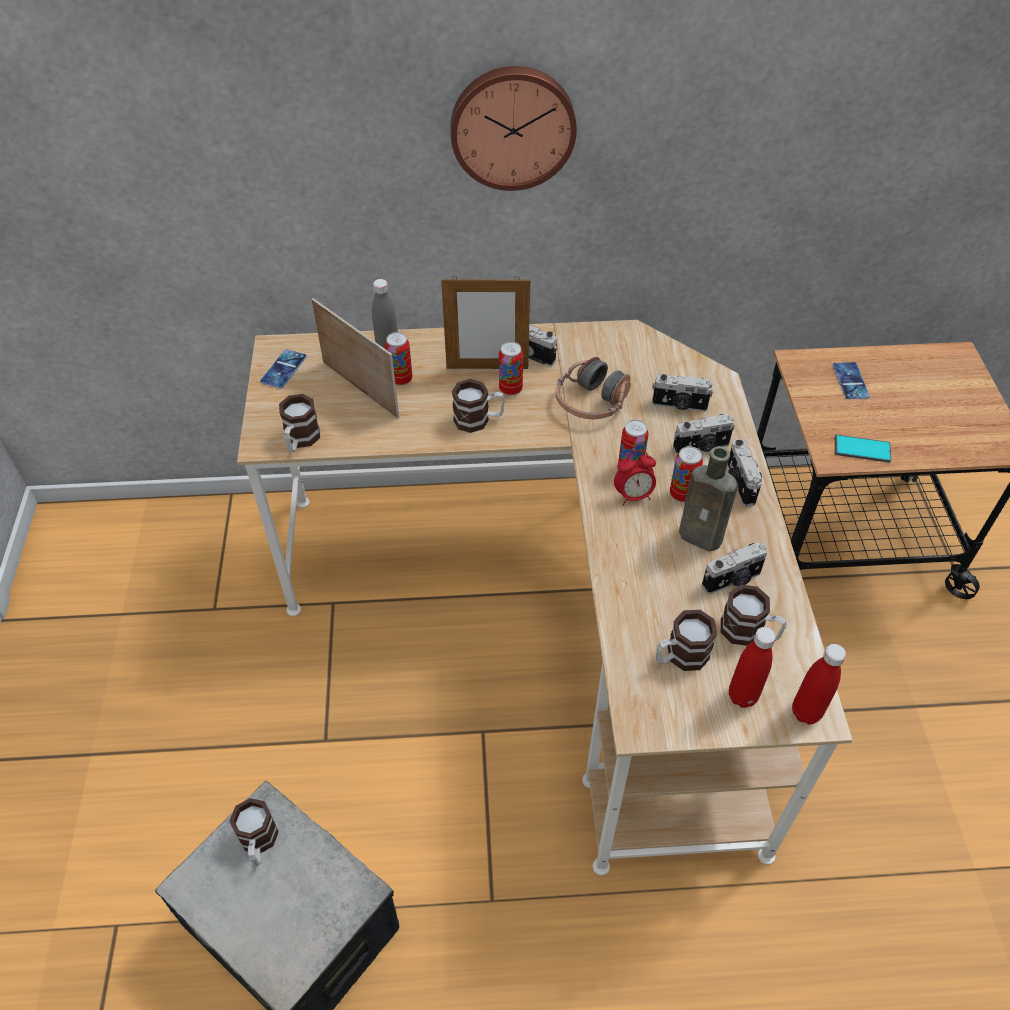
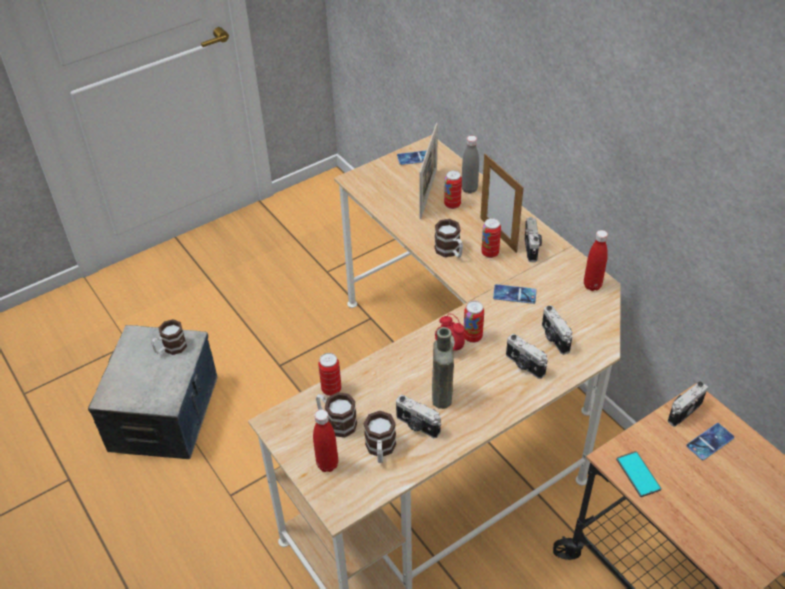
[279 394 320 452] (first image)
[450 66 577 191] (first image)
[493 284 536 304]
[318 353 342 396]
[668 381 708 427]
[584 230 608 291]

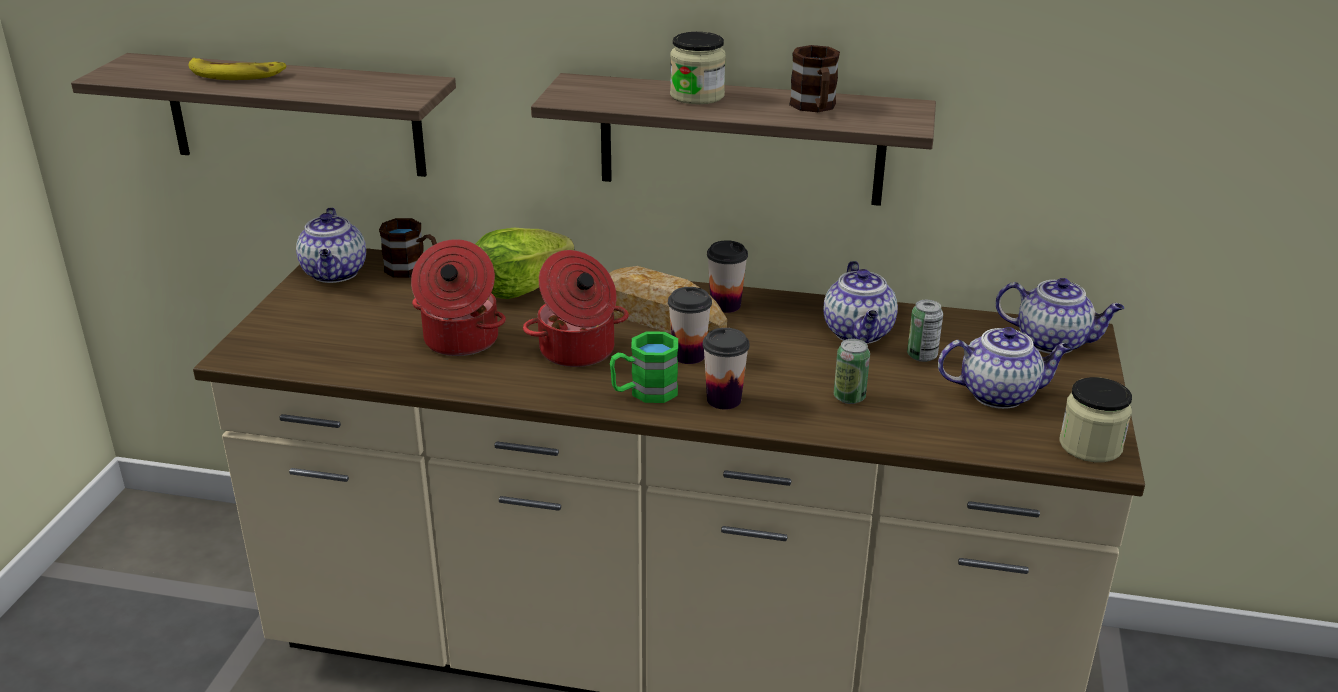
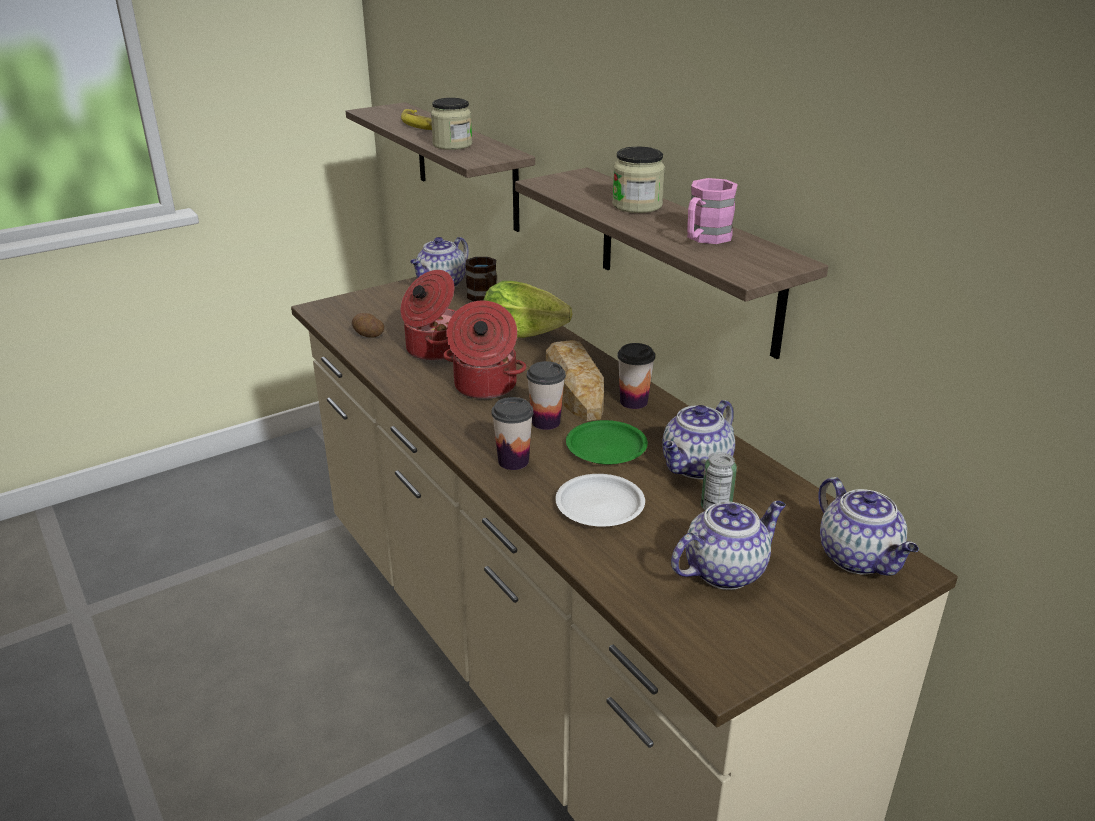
[610 332 678 403] (first image)
[687 178 738 244]
[555 474 645 526]
[671 501 786 590]
[431 98 472 150]
[352 313 384 338]
[566 420 648 465]

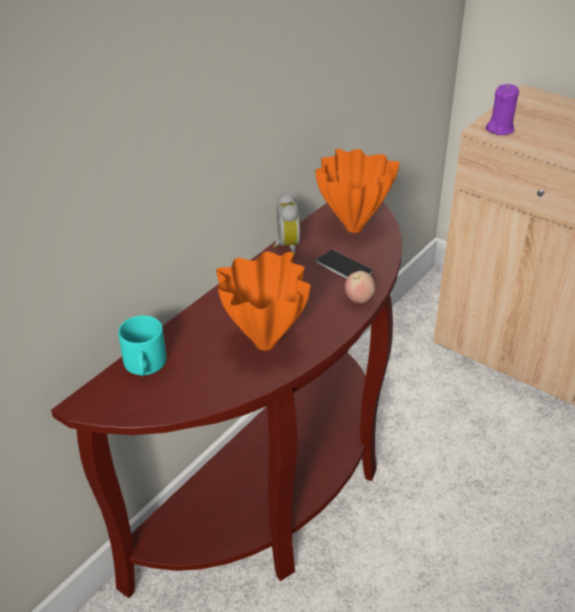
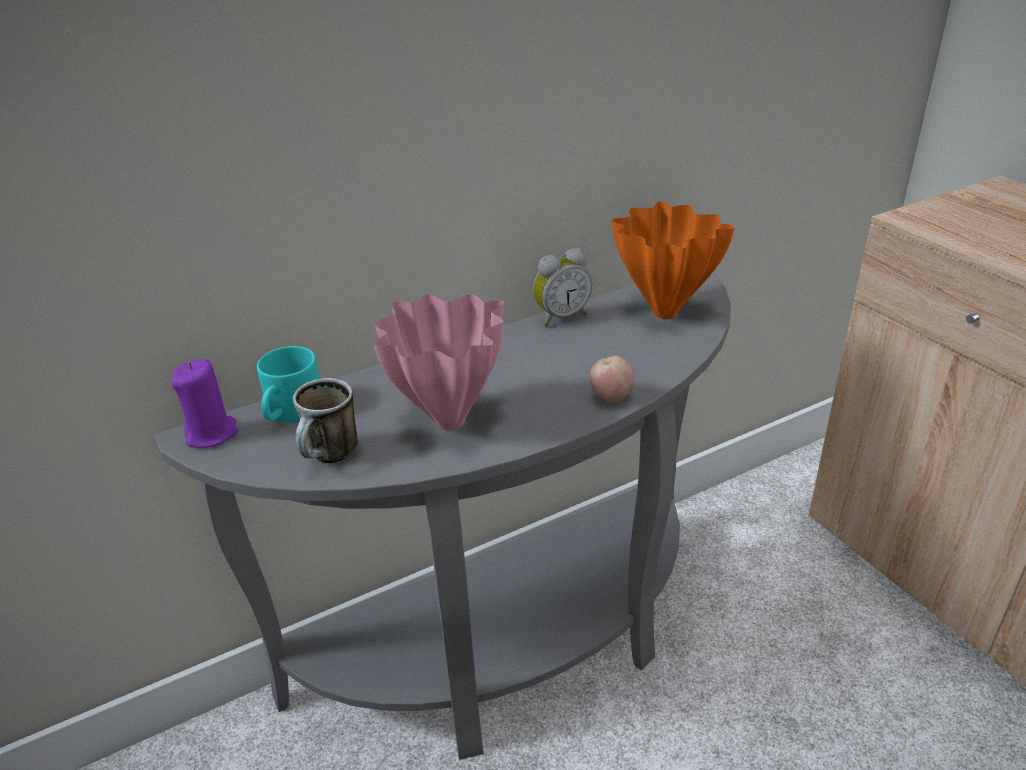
[155 271 731 759]
[373 294 504 430]
[533 248 592 327]
[316 250 373 279] (first image)
[172 359 238 448]
[293 378 358 463]

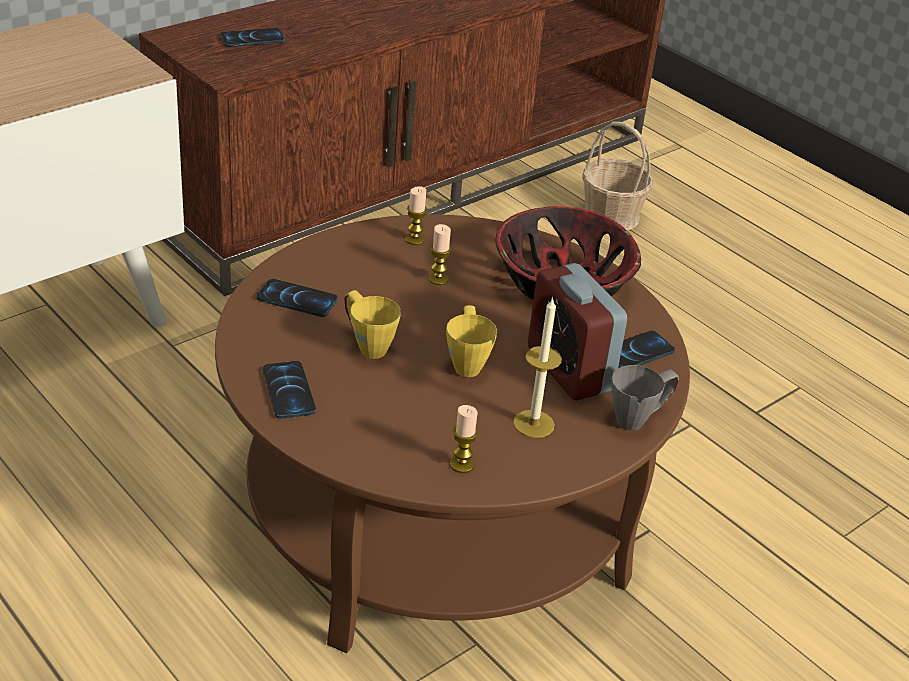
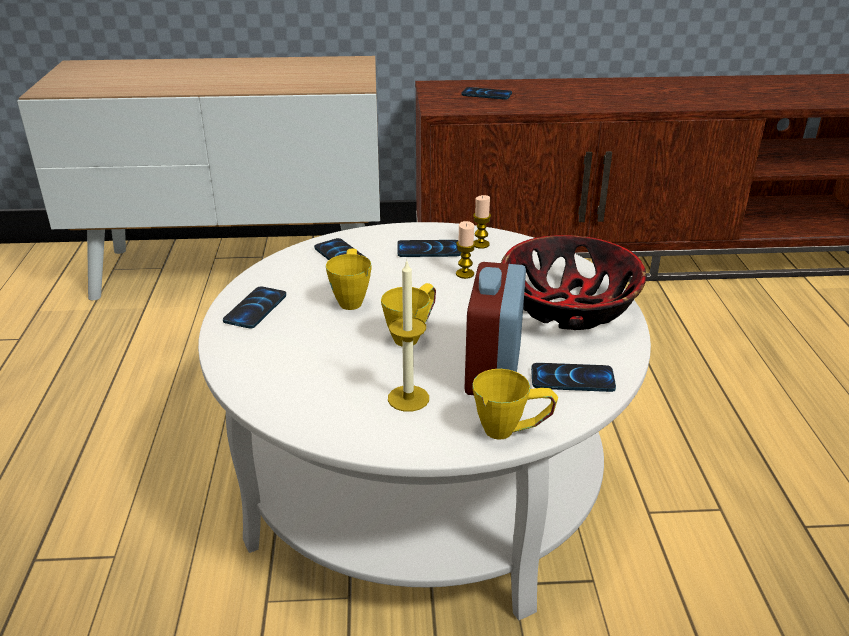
[198 222 651 620]
[450 405 478 473] (first image)
[582 122 653 230] (first image)
[472 369 558 440]
[397 240 461 257]

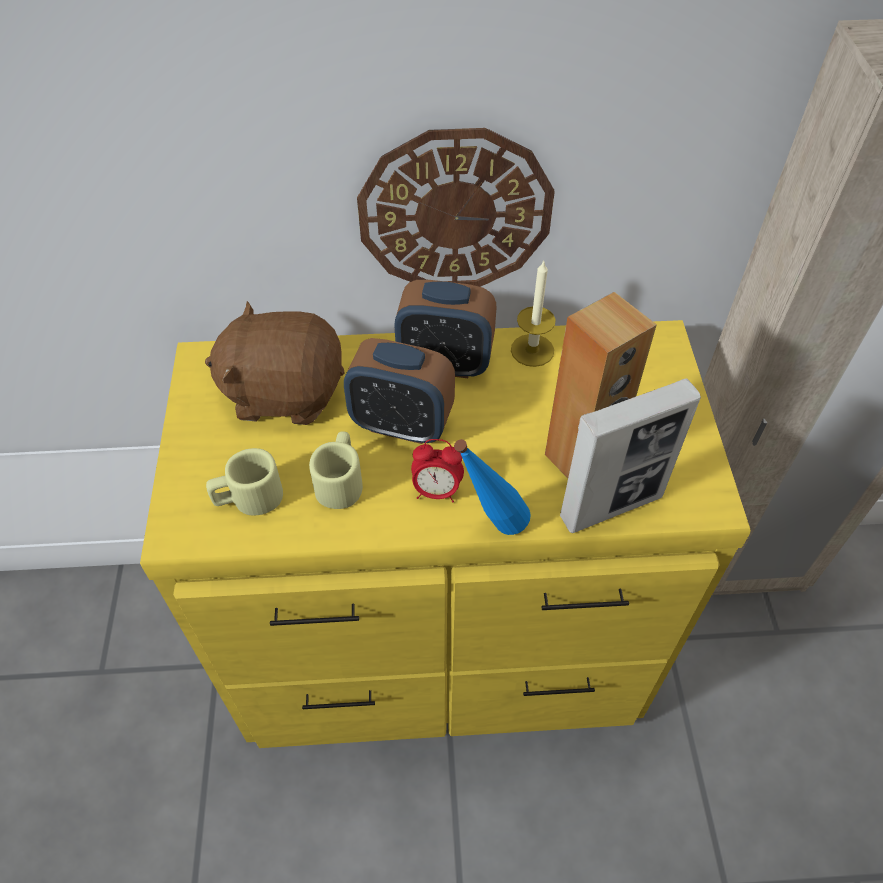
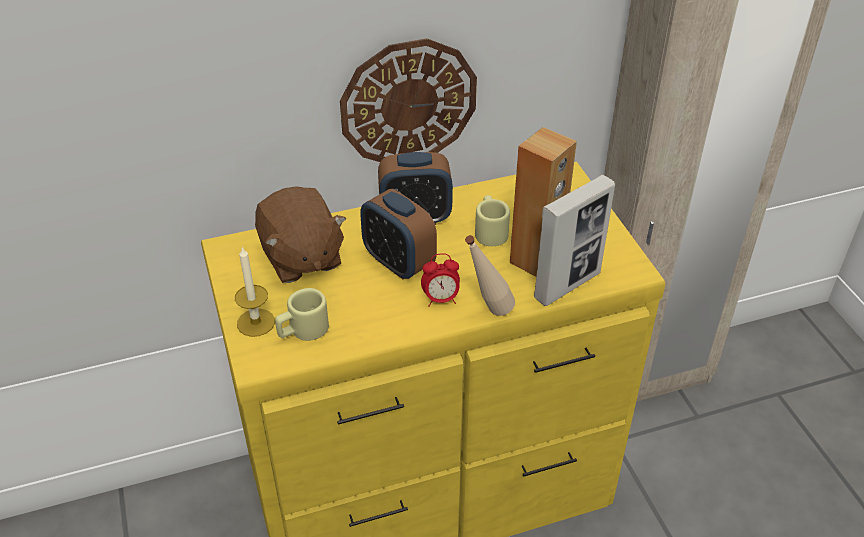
[255 186 346 283]
[475 195 510 246]
[360 189 437 279]
[465 235 515 316]
[235 246 275 337]

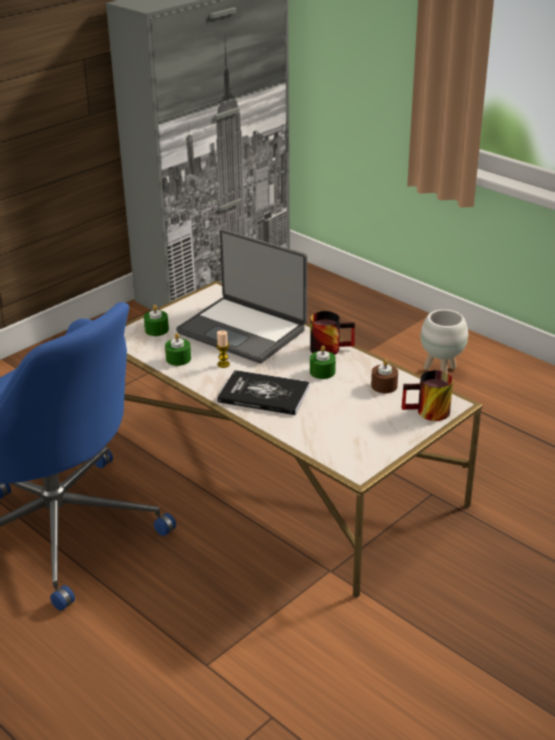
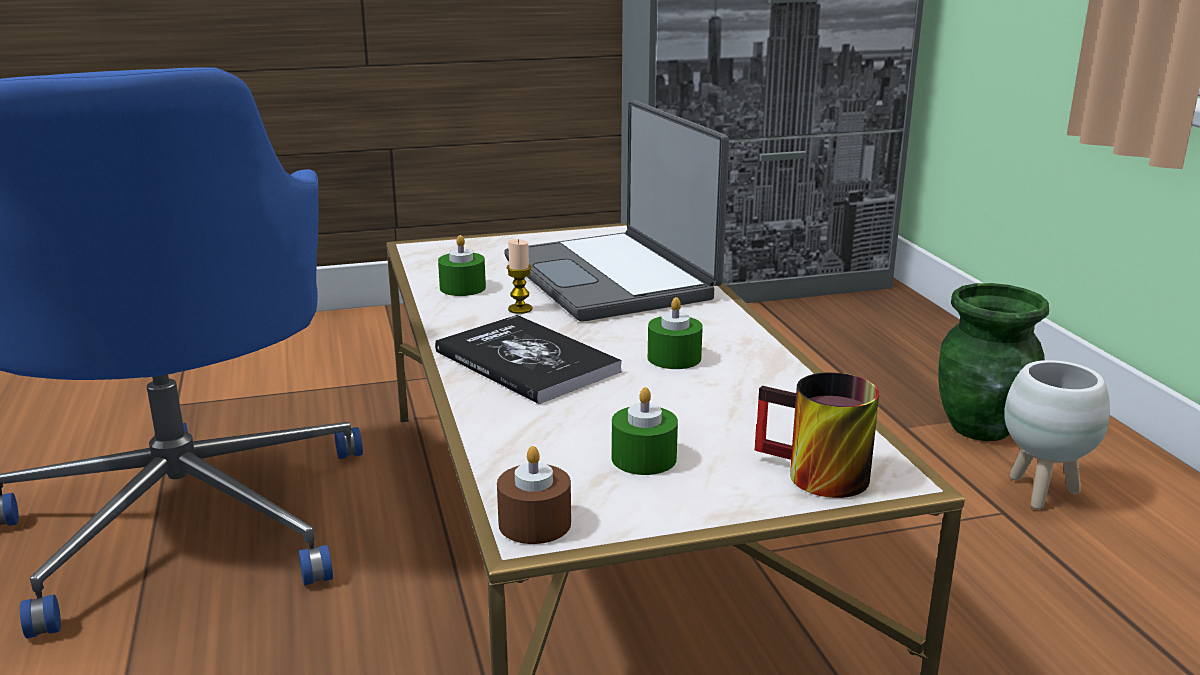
[612 387 678 475]
[310 311 355 355] (first image)
[497 446 571 544]
[938 283 1049 441]

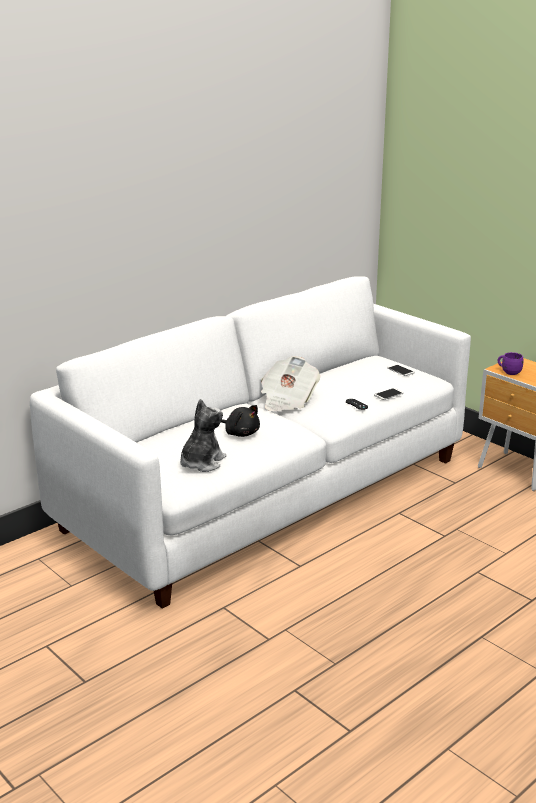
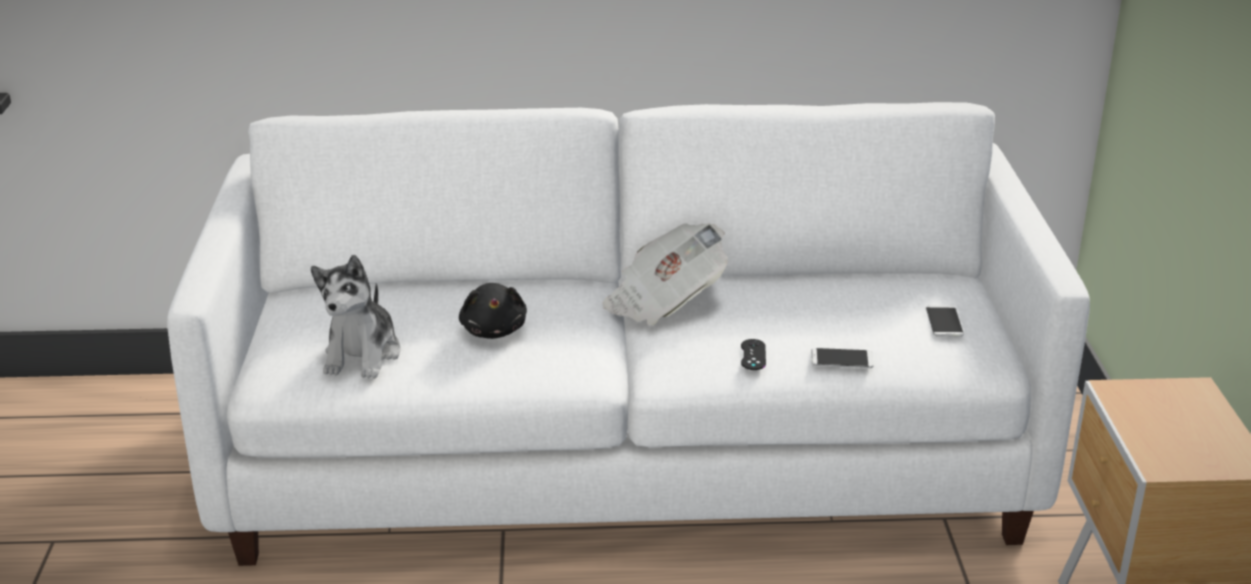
[311 255 401 379]
[498 352 523 375] (first image)

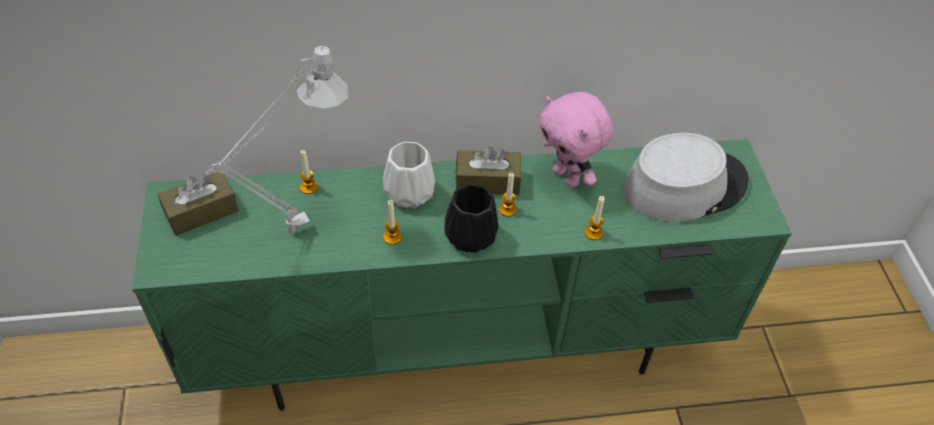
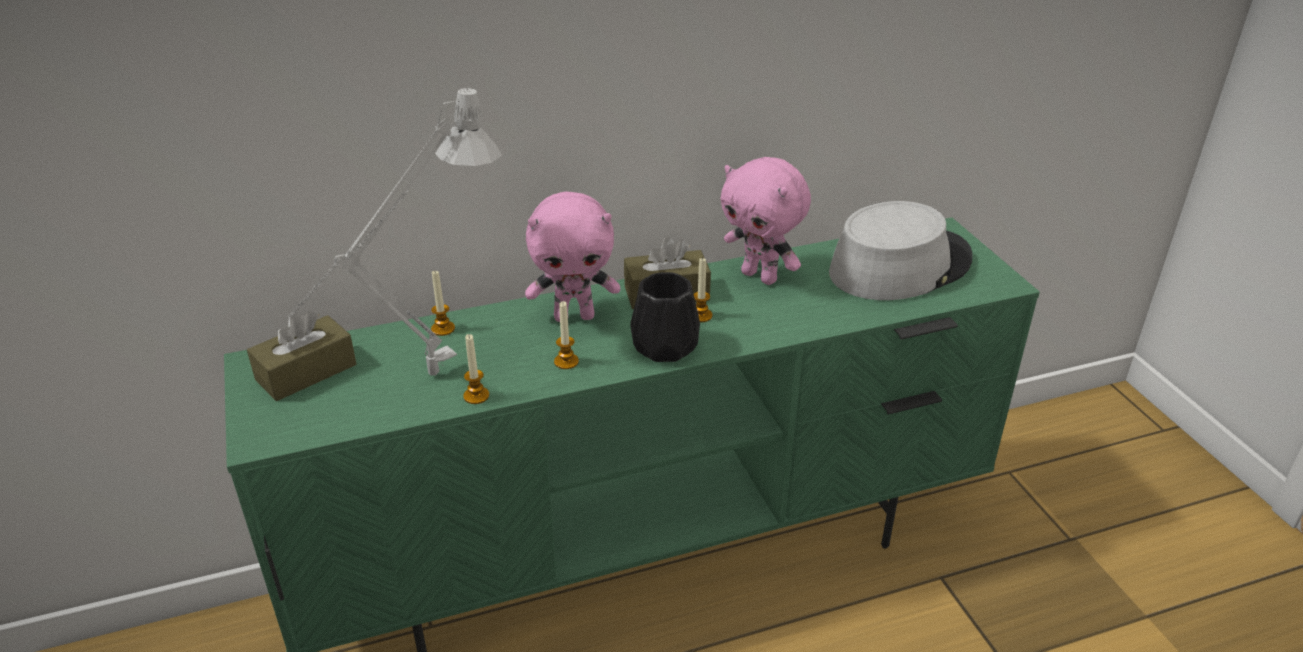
[525 192 620 322]
[463 334 489 404]

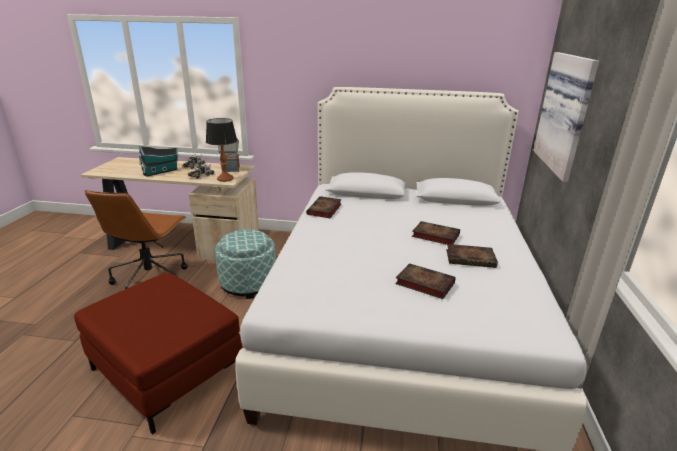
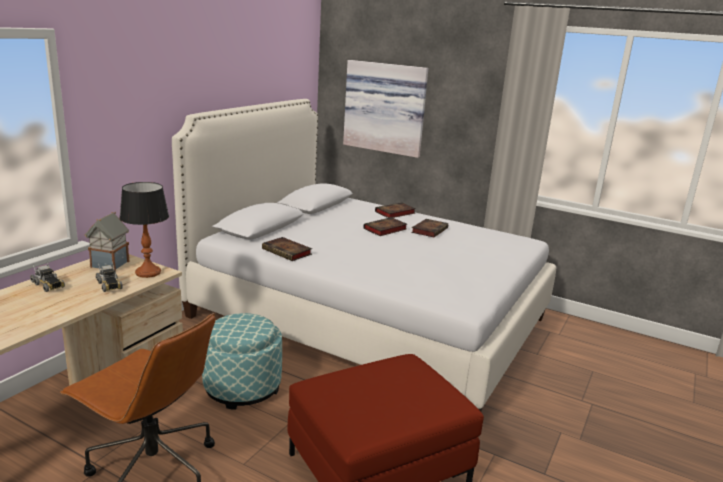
[139 146 178 177] (first image)
[375 202 416 218]

